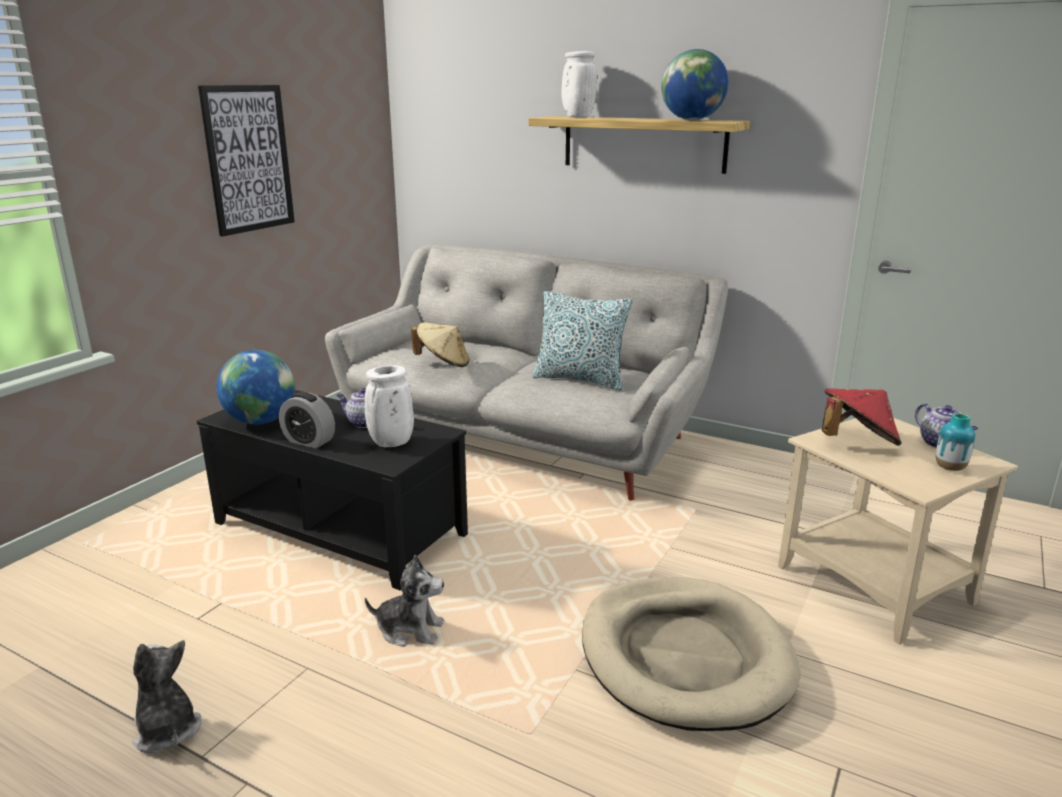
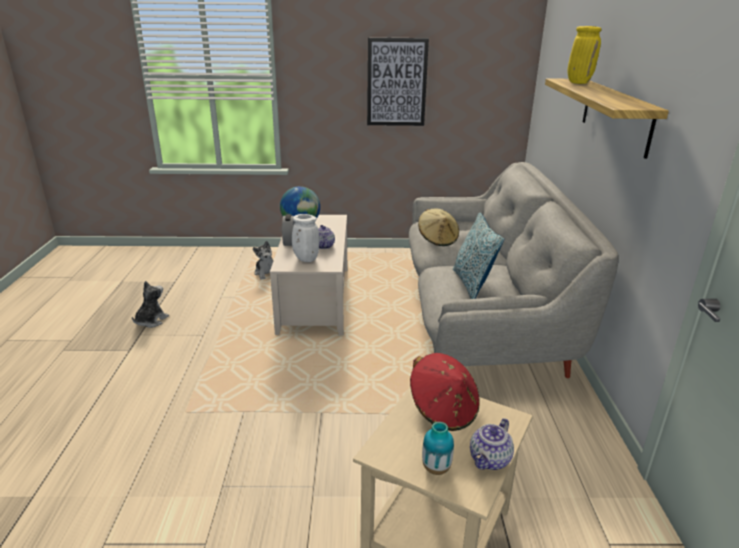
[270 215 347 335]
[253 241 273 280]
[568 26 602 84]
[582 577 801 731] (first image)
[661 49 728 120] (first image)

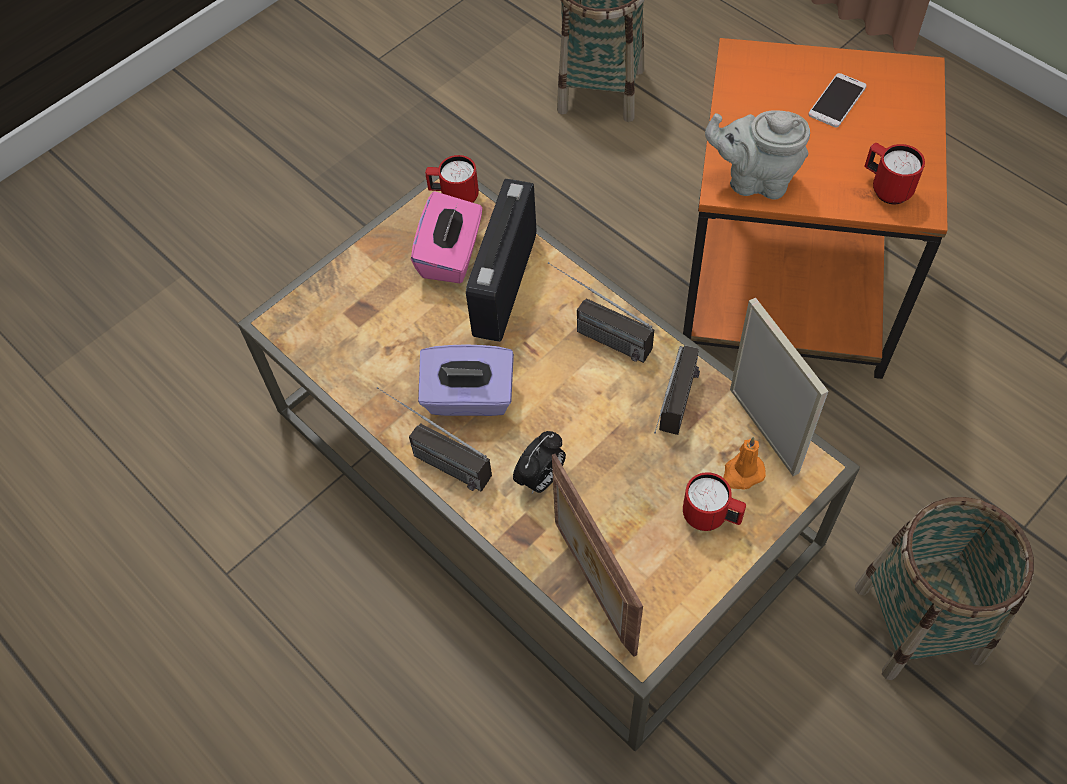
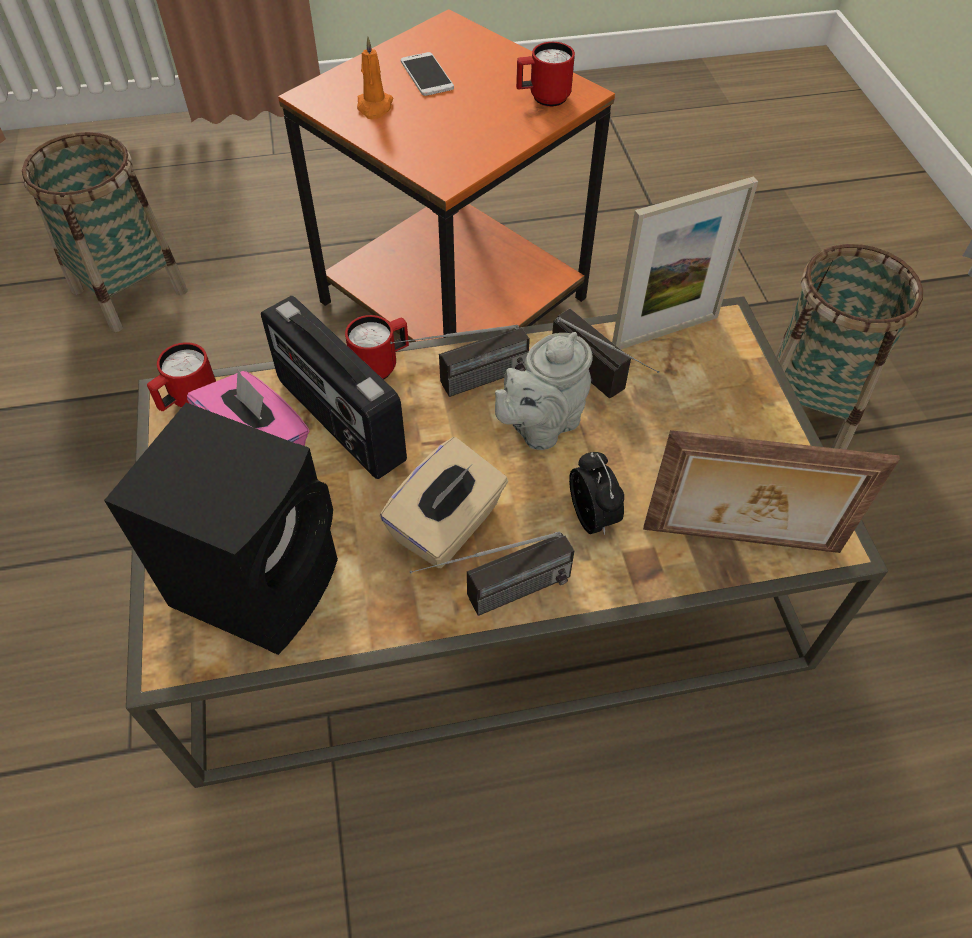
[380 437 508 569]
[345 315 409 380]
[495 332 593 450]
[357 37 394 120]
[612 176 758 349]
[104 403 338 655]

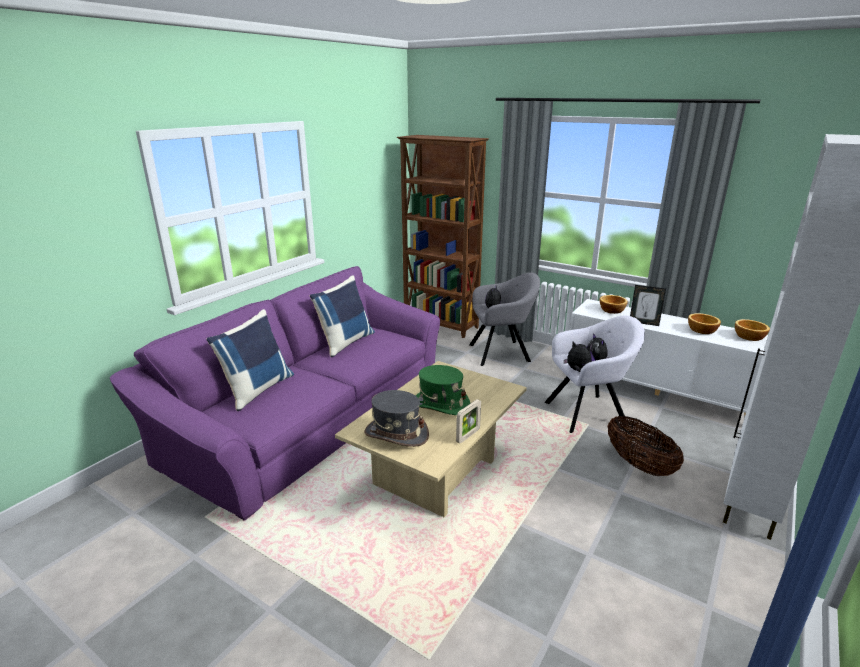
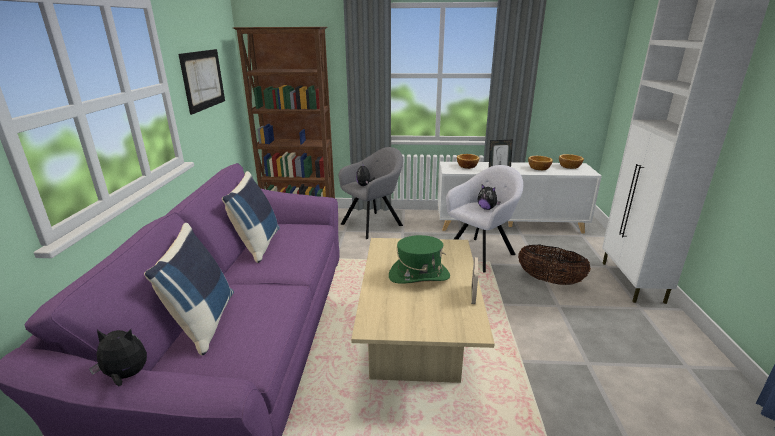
[364 390 429 447] (first image)
[89 329 147 386]
[178 49 225 115]

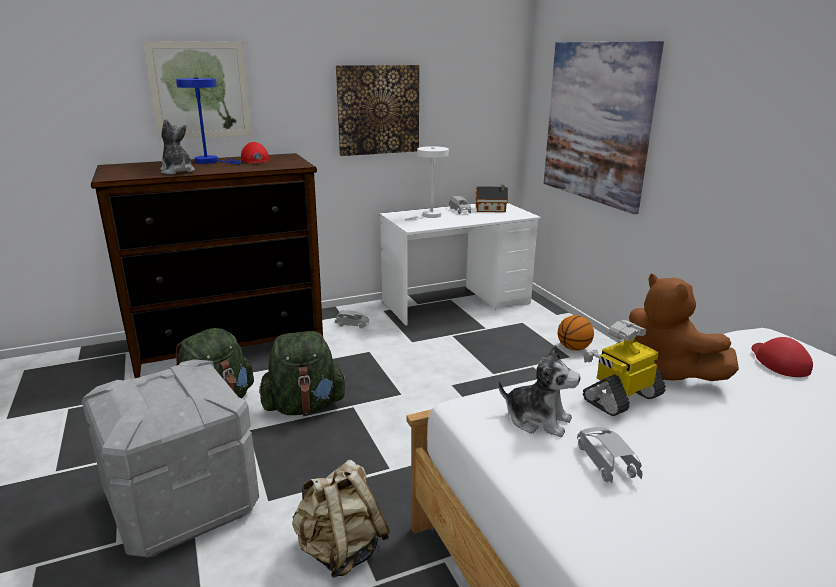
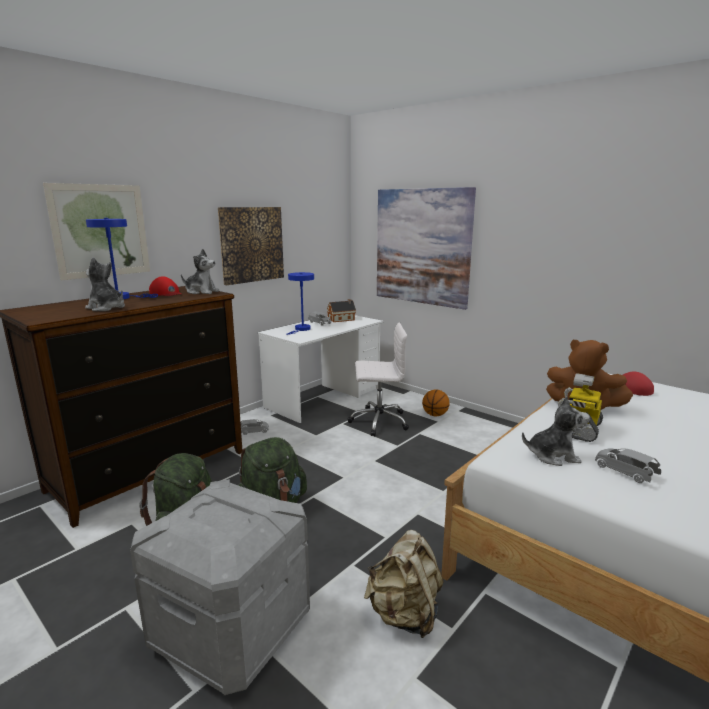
[286 272 314 335]
[181 249 220 294]
[347 322 409 436]

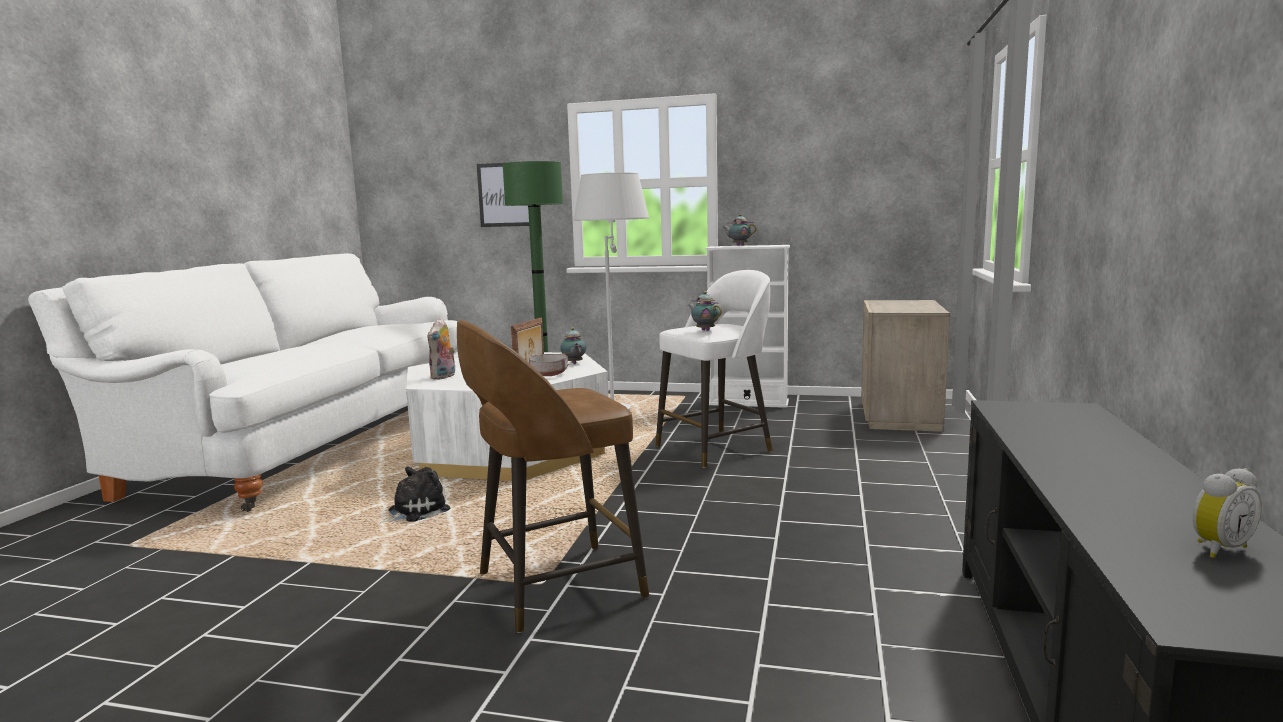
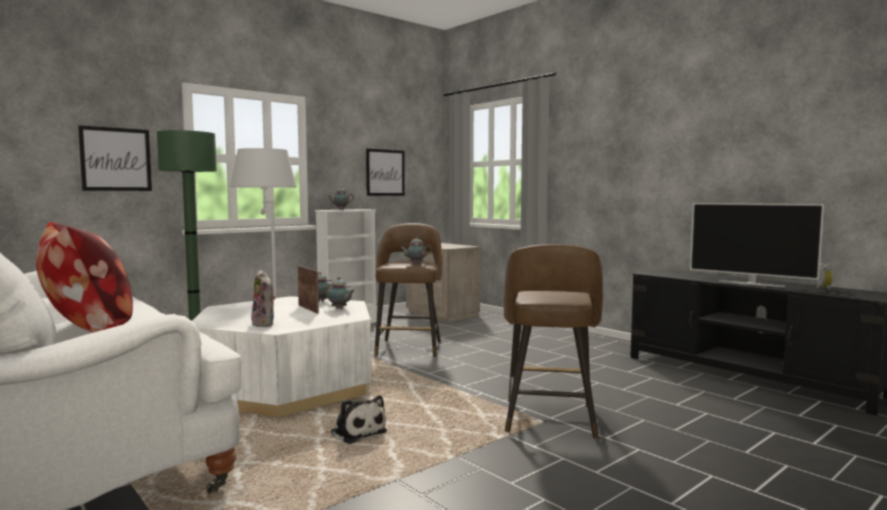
[330 395 387 444]
[325 277 355 309]
[374 223 442 357]
[36 222 133 333]
[366 149 405 196]
[690 203 824 287]

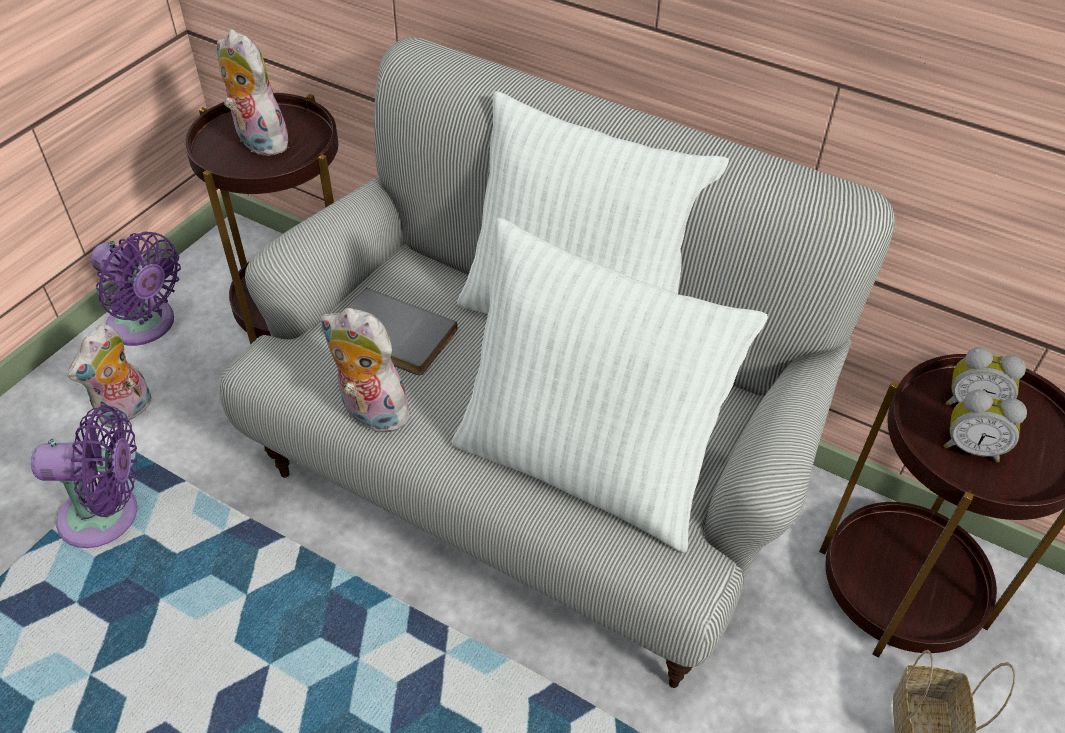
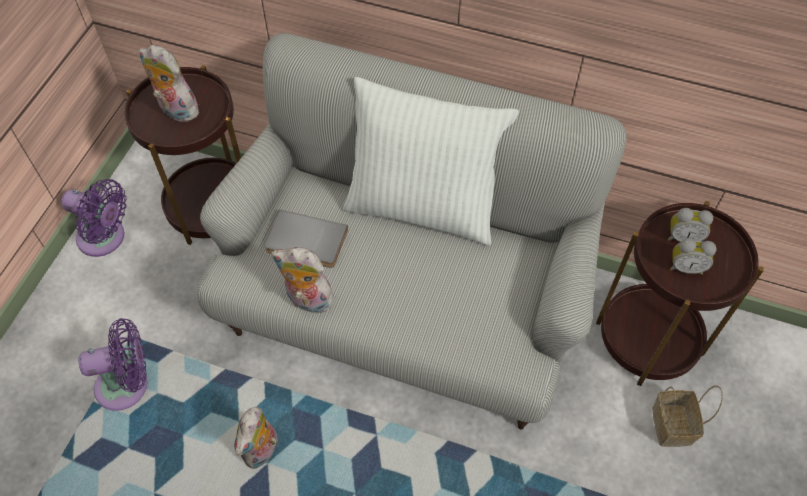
[235 407 281 469]
[452 218 768 553] (first image)

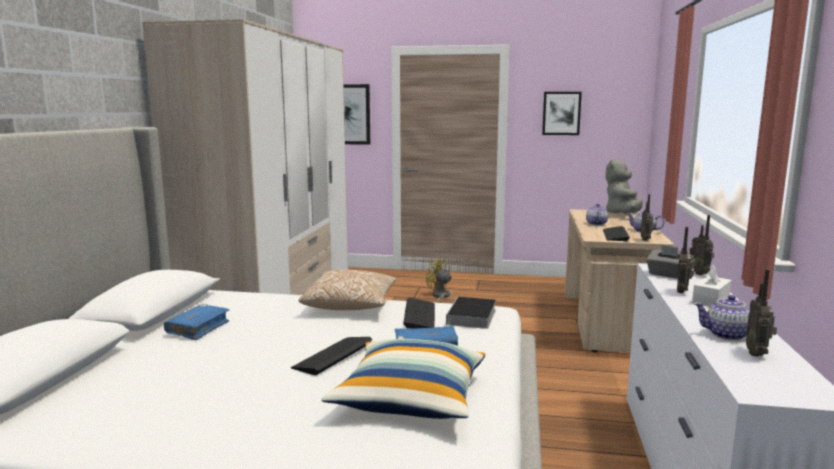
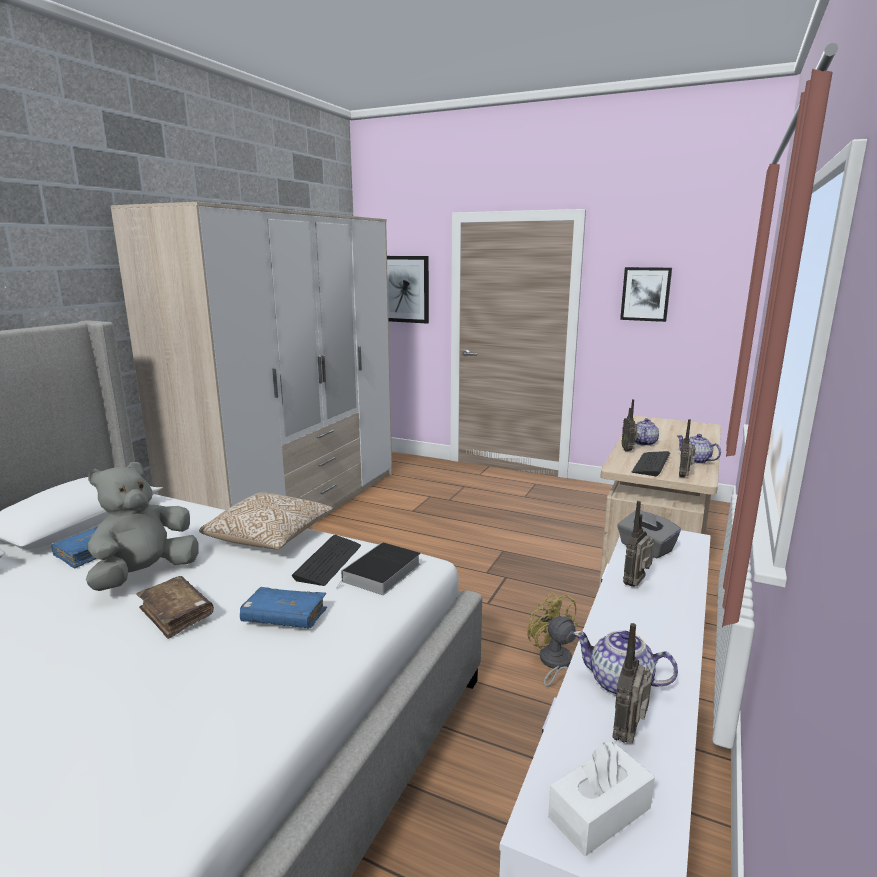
[136 576 214 639]
[322 339 485 419] (first image)
[527 592 578 687]
[86 462 199 591]
[622 399 639 451]
[548 742 655 856]

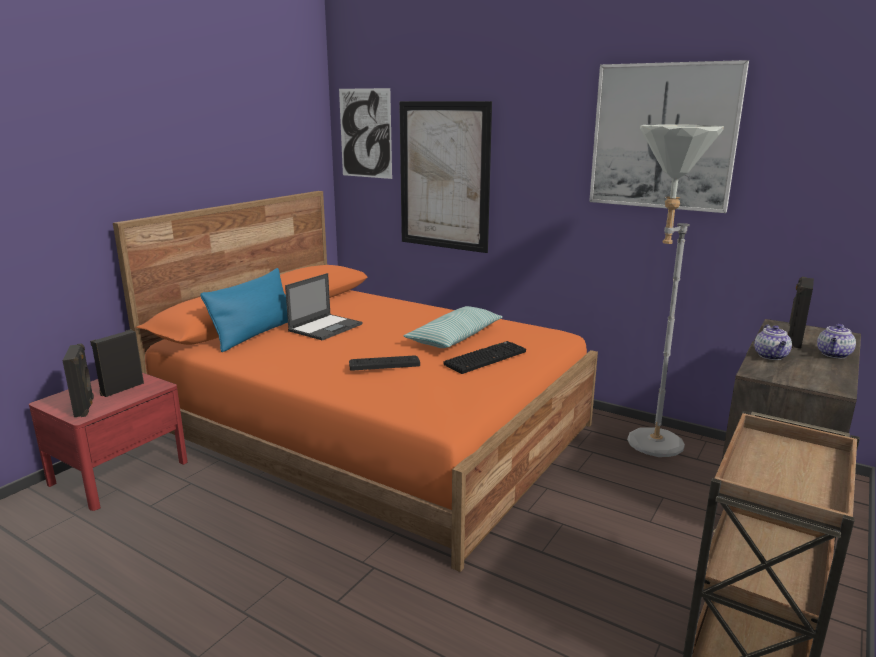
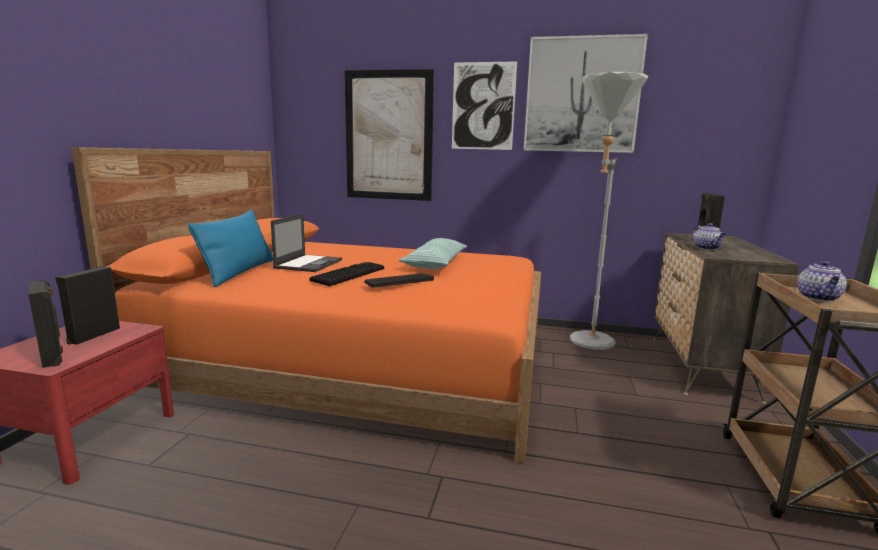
[452 61 517 150]
[309 262 384 286]
[797 261 847 301]

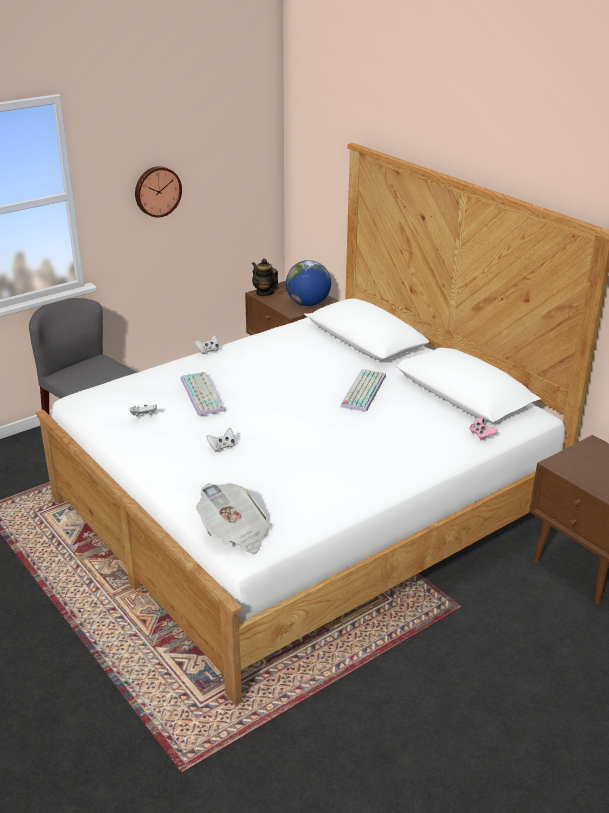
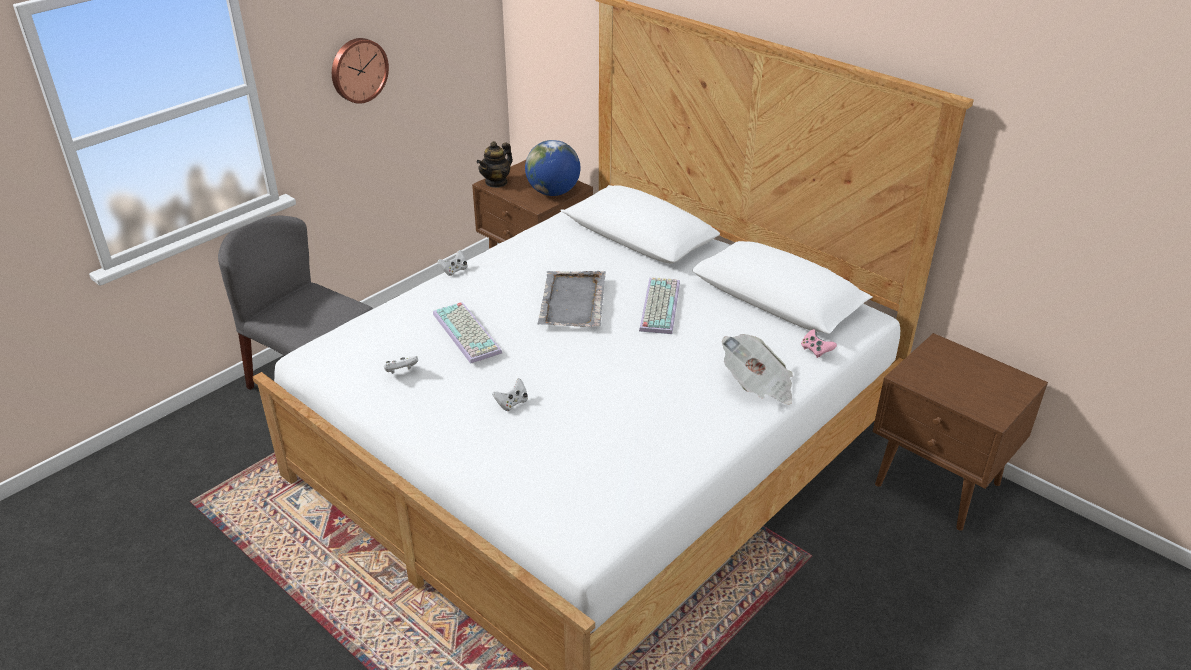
[722 334 793 405]
[477 141 513 188]
[537 271 606 326]

